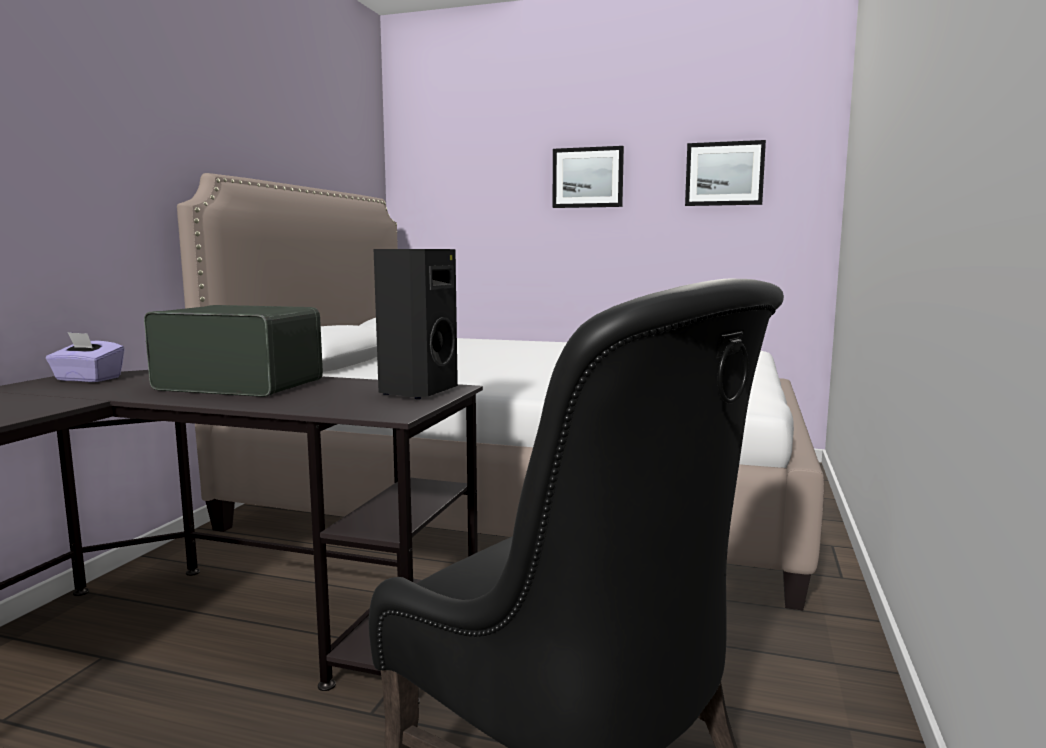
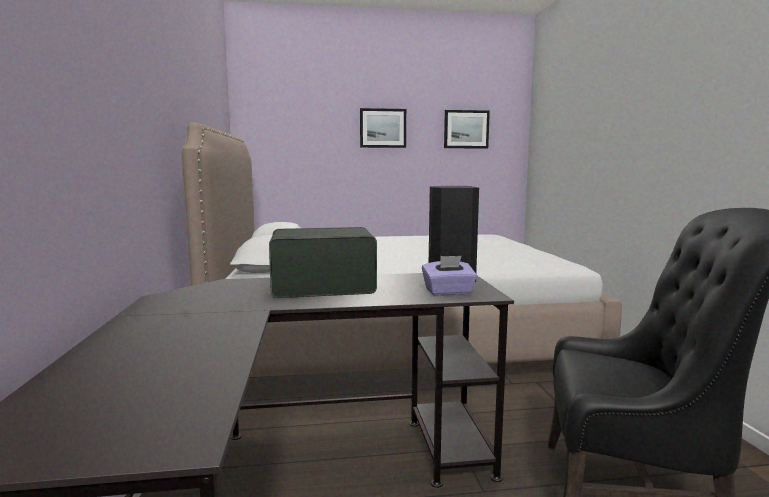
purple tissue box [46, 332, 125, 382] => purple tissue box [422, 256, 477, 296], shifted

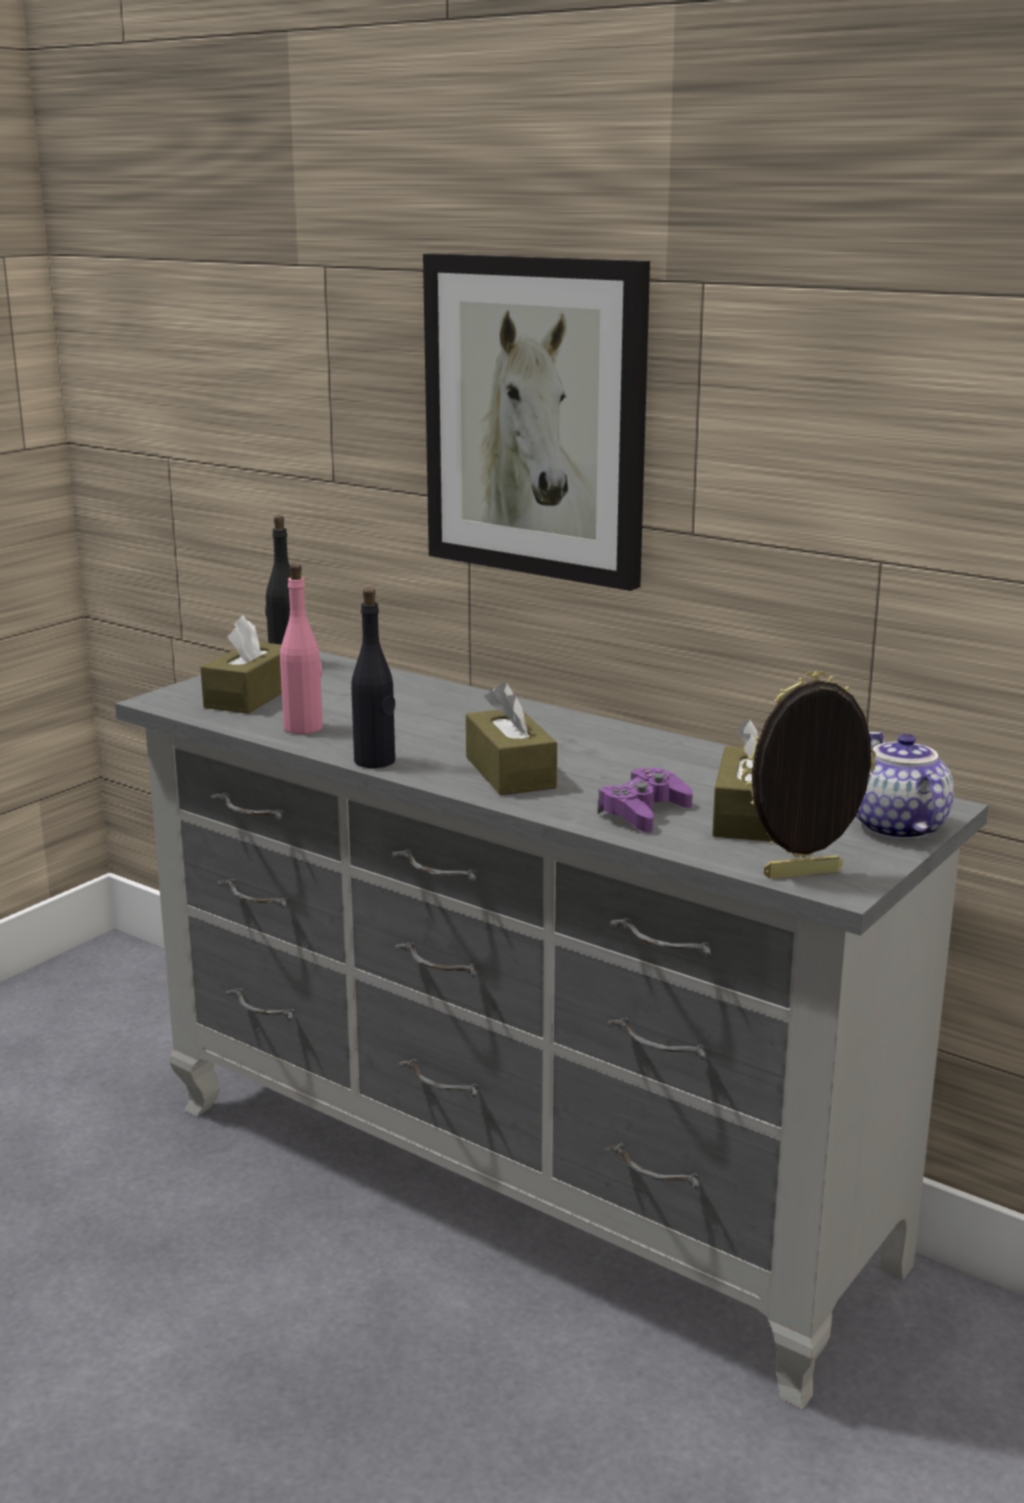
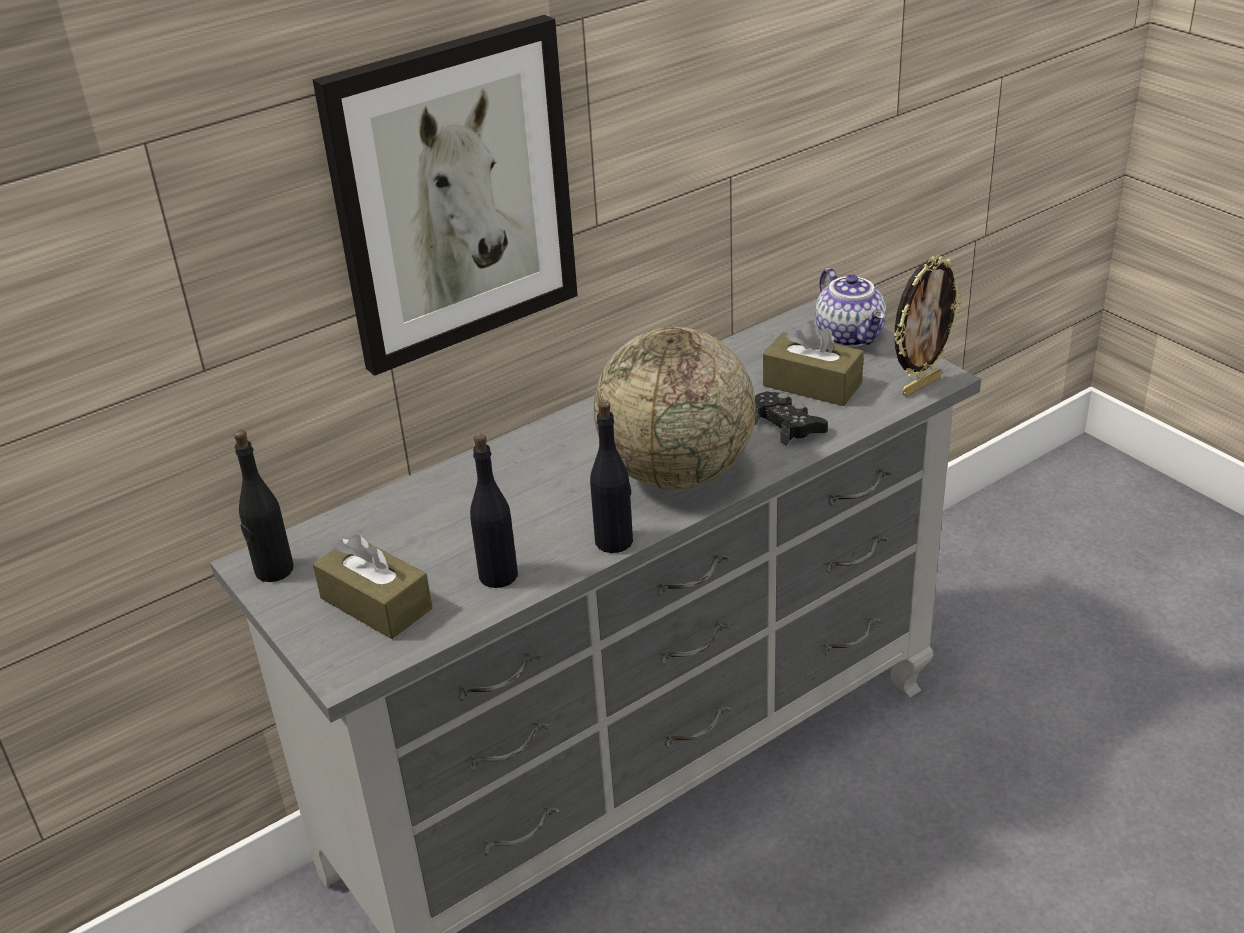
brown tissue box [466, 682, 557, 795] => globe [594, 327, 756, 490]
pink bottle [280, 563, 323, 734] => black bottle [470, 433, 518, 588]
purple game controller [597, 768, 693, 833] => black game controller [754, 391, 828, 446]
picture frame [741, 671, 877, 879] => picture frame [894, 256, 962, 397], 135 degrees counterclockwise
teapot [856, 732, 954, 840] => teapot [815, 268, 886, 347], 120 degrees counterclockwise

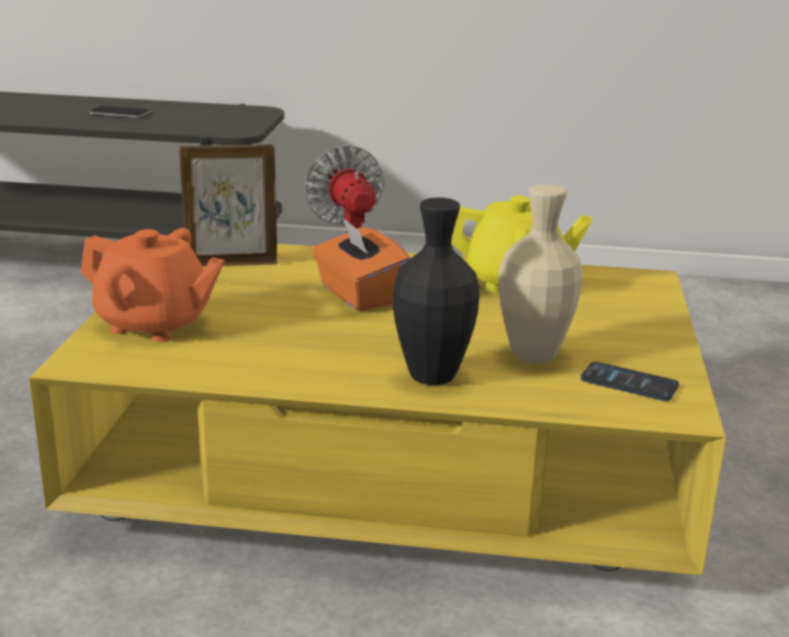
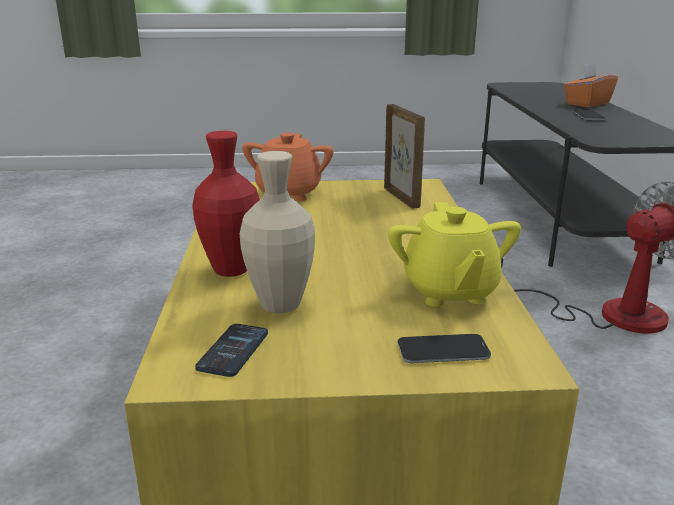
nothing => phone [398, 334, 491, 363]
orange tissue box [312, 217, 410, 312] => orange tissue box [564, 63, 618, 107], shifted
black vase [393, 197, 480, 385] => red vase [192, 131, 260, 277]

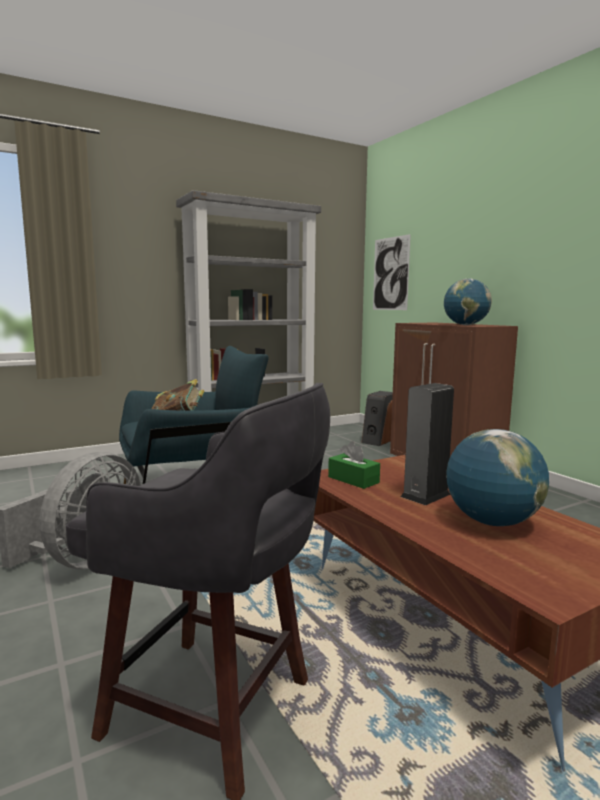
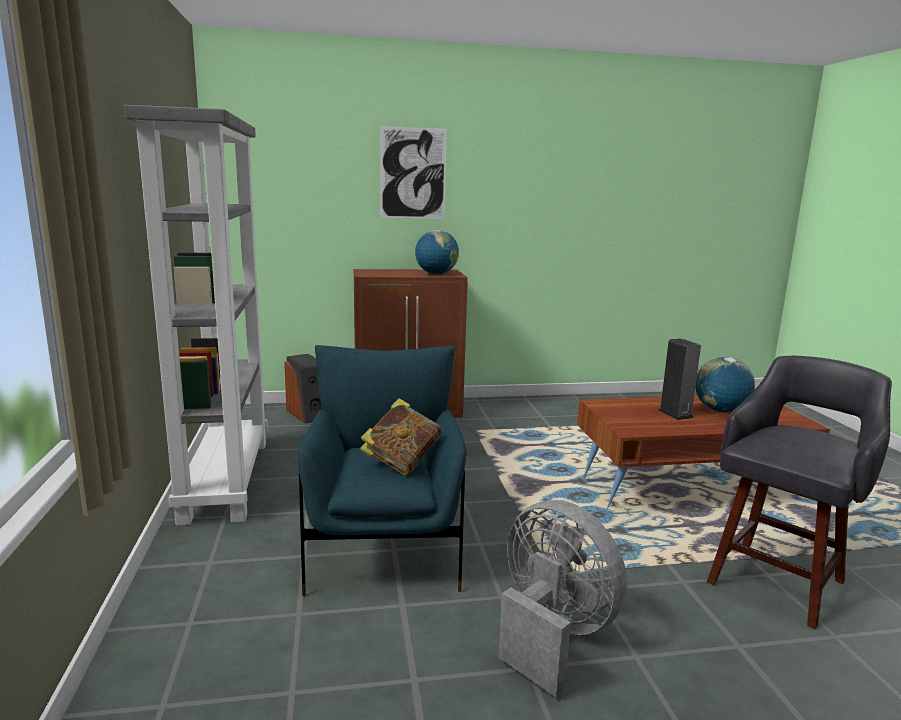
green tissue box [328, 441, 380, 489] => nothing
picture [373, 234, 411, 310] => picture [380, 126, 447, 219], shifted

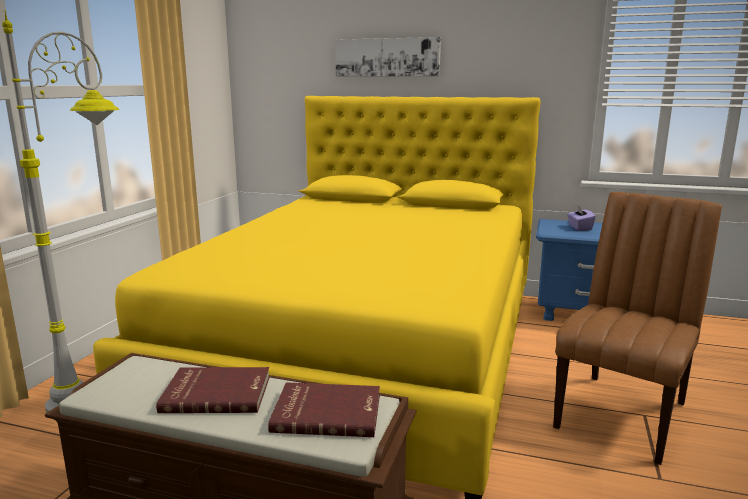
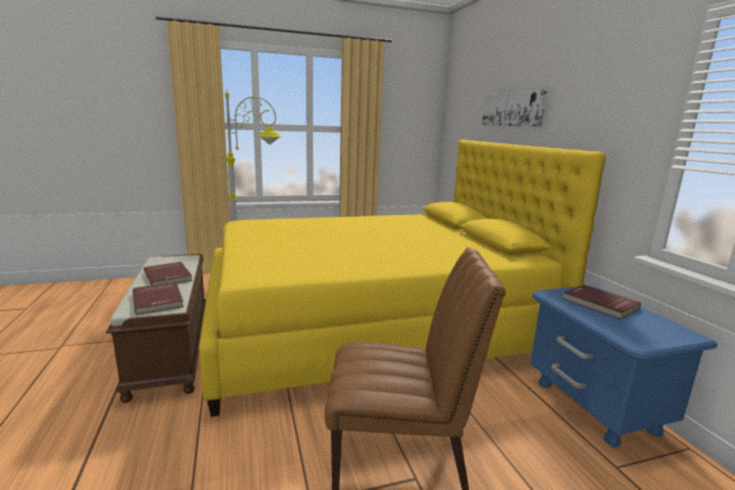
purple tissue box [567, 205, 596, 231] => red book [562, 284, 641, 319]

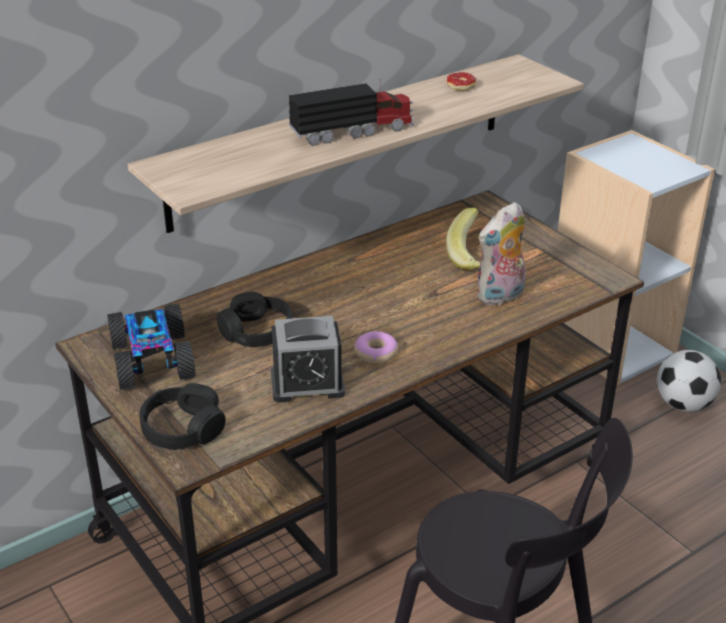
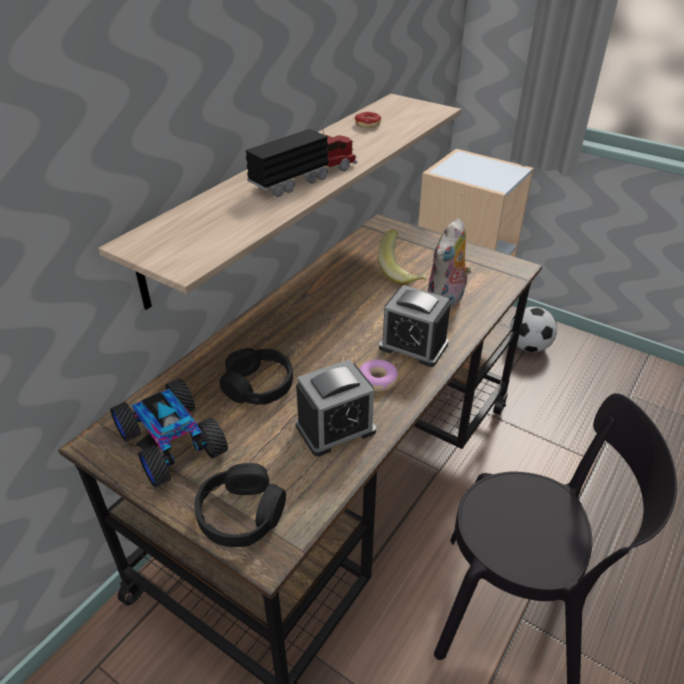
nothing => alarm clock [379, 285, 451, 367]

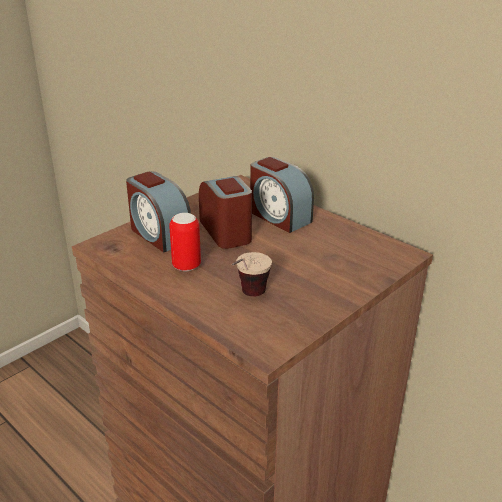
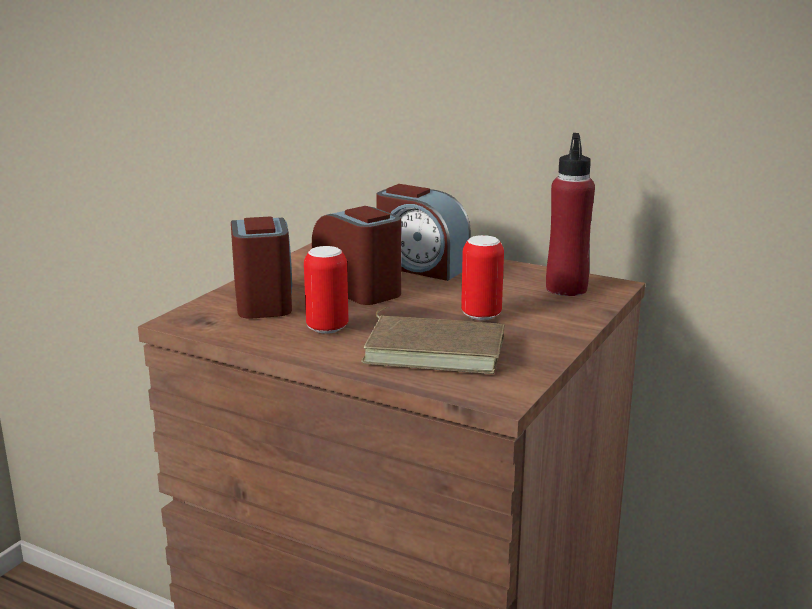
nothing => can [461, 235, 504, 320]
nothing => red bottle [546, 133, 595, 296]
cup [232, 252, 272, 297] => brown book [361, 307, 505, 374]
alarm clock [126, 171, 191, 252] => alarm clock [231, 216, 292, 319], 135 degrees counterclockwise

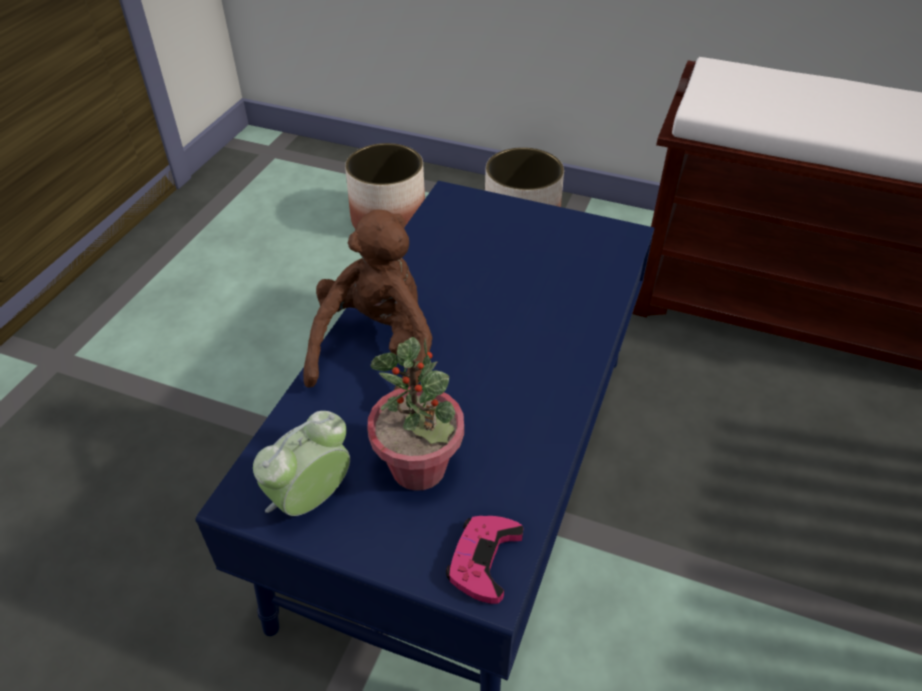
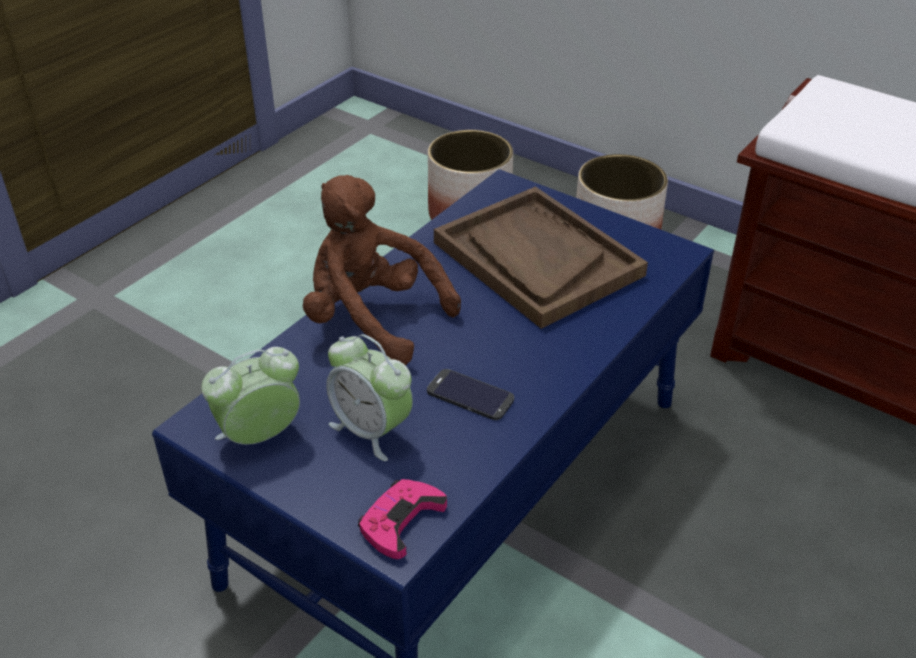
nothing => phone [427, 369, 514, 420]
nothing => brown tray [434, 186, 648, 329]
potted plant [367, 337, 464, 491] => alarm clock [326, 334, 413, 461]
brown plush toy [303, 209, 432, 391] => brown plush toy [303, 175, 461, 365], 90 degrees counterclockwise

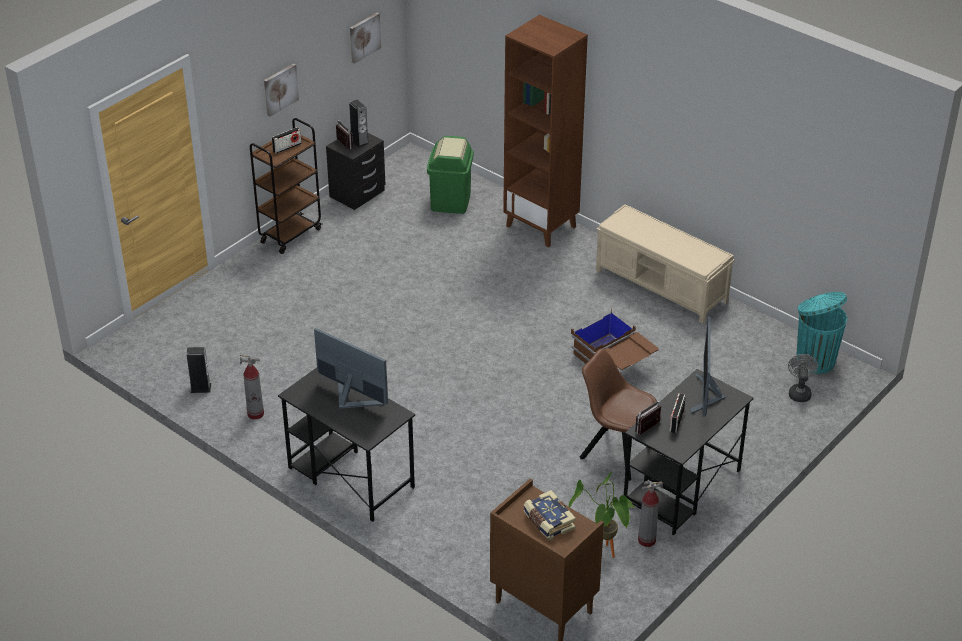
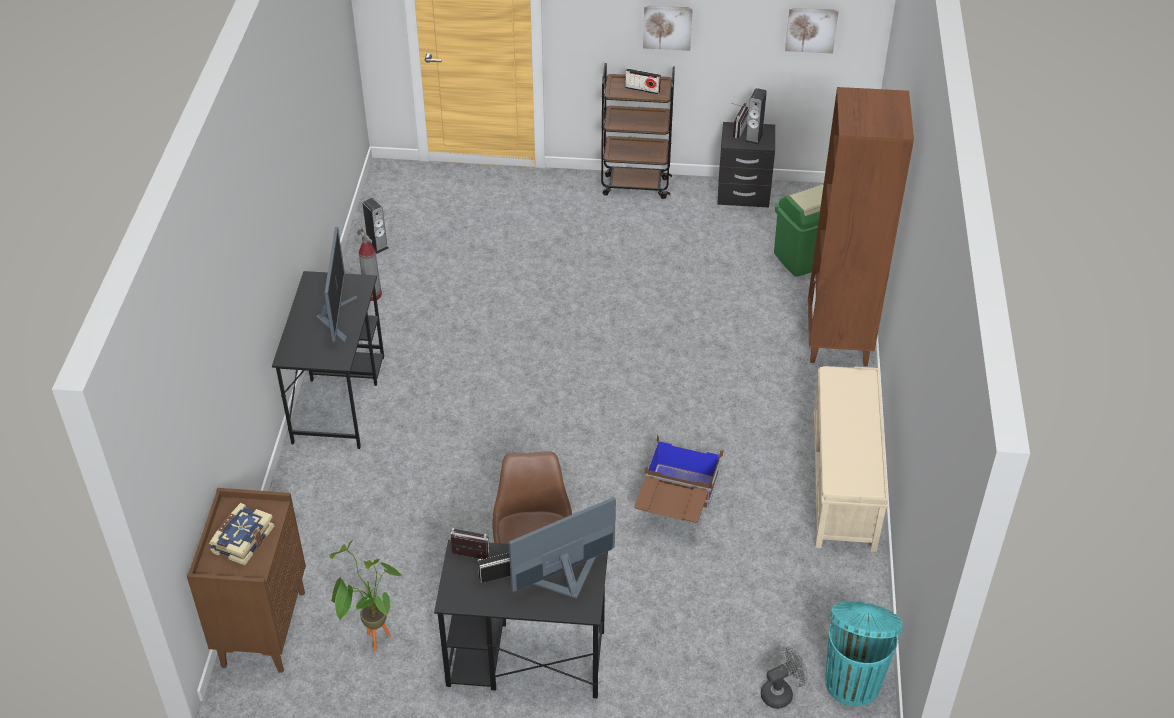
fire extinguisher [638, 481, 663, 547] => nothing

